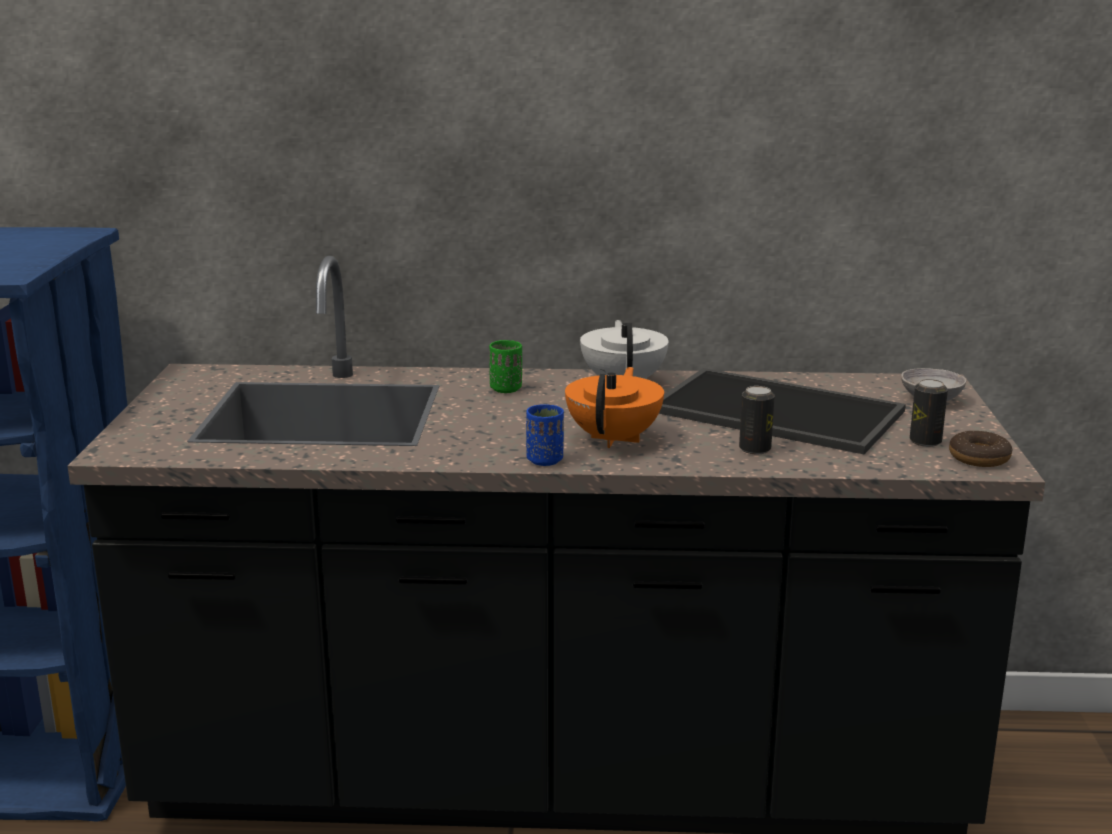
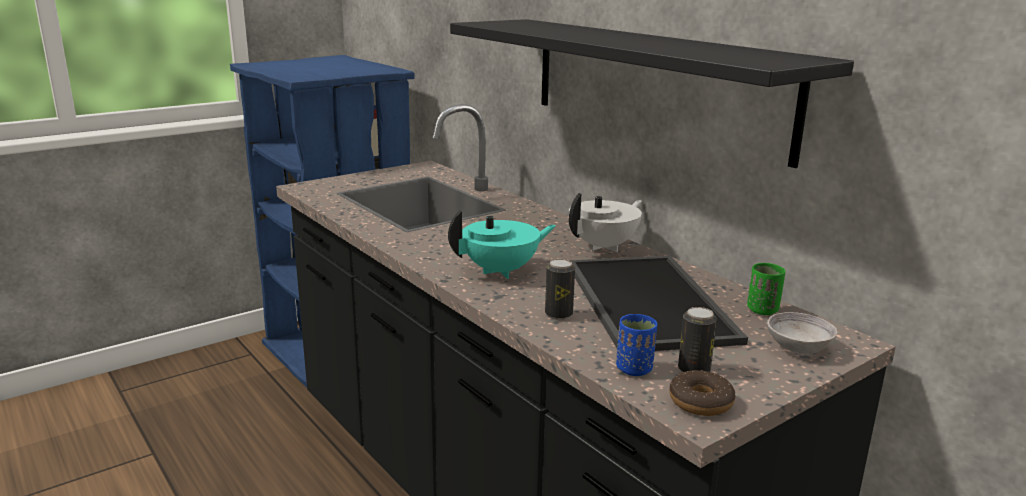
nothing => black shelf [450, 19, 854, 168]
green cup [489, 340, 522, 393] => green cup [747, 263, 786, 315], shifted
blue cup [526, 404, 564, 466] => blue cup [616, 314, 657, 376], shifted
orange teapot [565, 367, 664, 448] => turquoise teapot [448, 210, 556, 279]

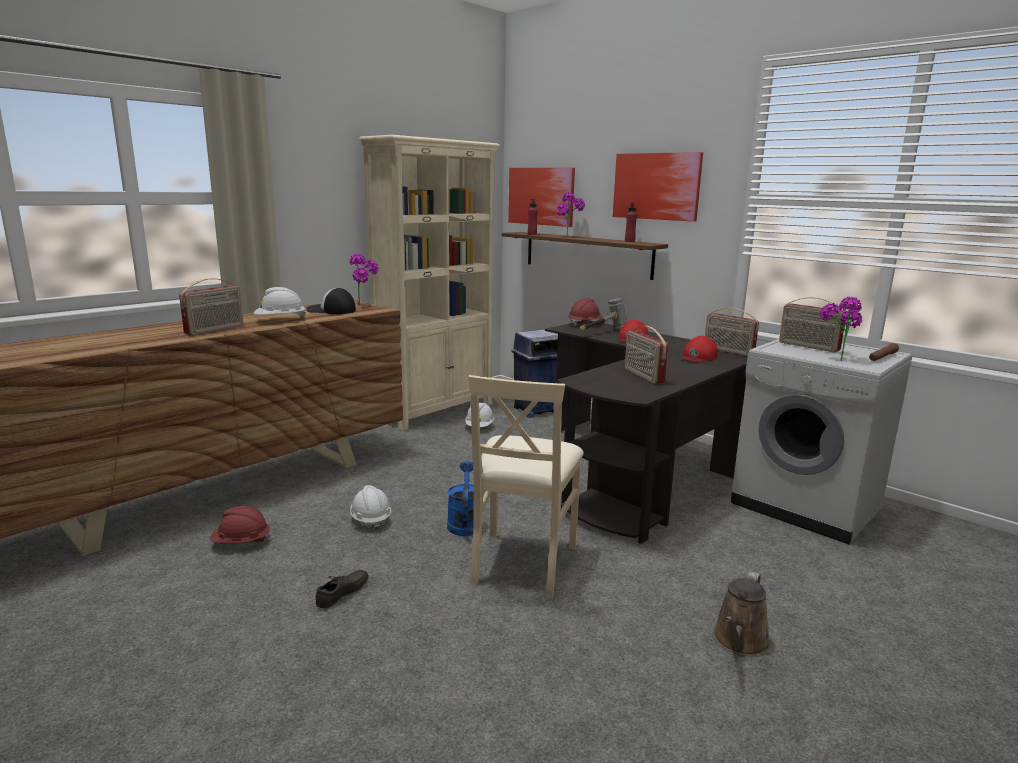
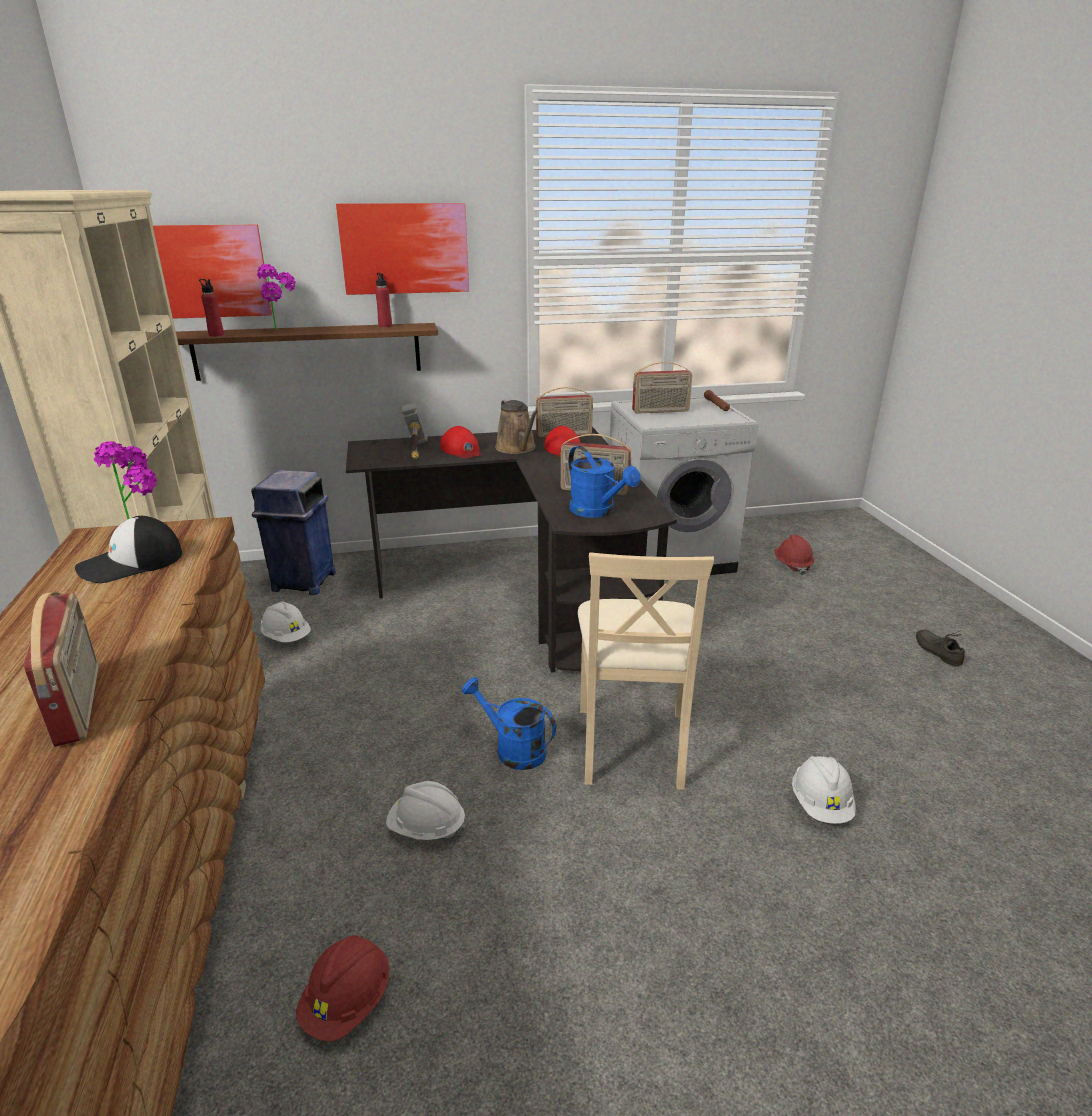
potted plant [820, 297, 862, 361] => nothing
nothing => blue watering can [568, 446, 641, 518]
white hard hat [254, 287, 306, 319] => white hard hat [792, 756, 856, 824], shifted
grey shoe [315, 570, 369, 609] => grey shoe [916, 630, 965, 667], shifted
red hard hat [569, 299, 603, 327] => red hard hat [774, 534, 814, 575], shifted
brown watering can [712, 571, 771, 656] => brown watering can [495, 399, 538, 454], shifted
beige chair [468, 375, 584, 598] => beige chair [578, 552, 714, 790], 45 degrees clockwise

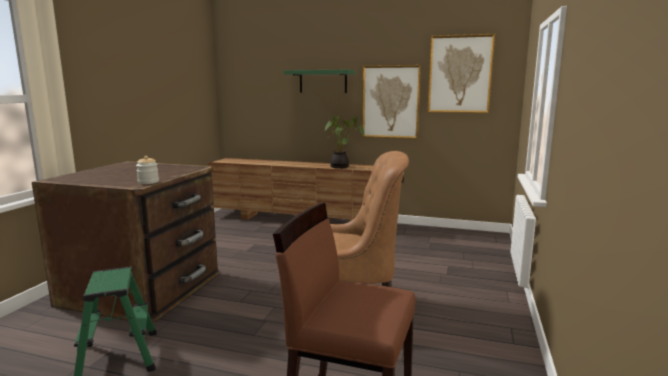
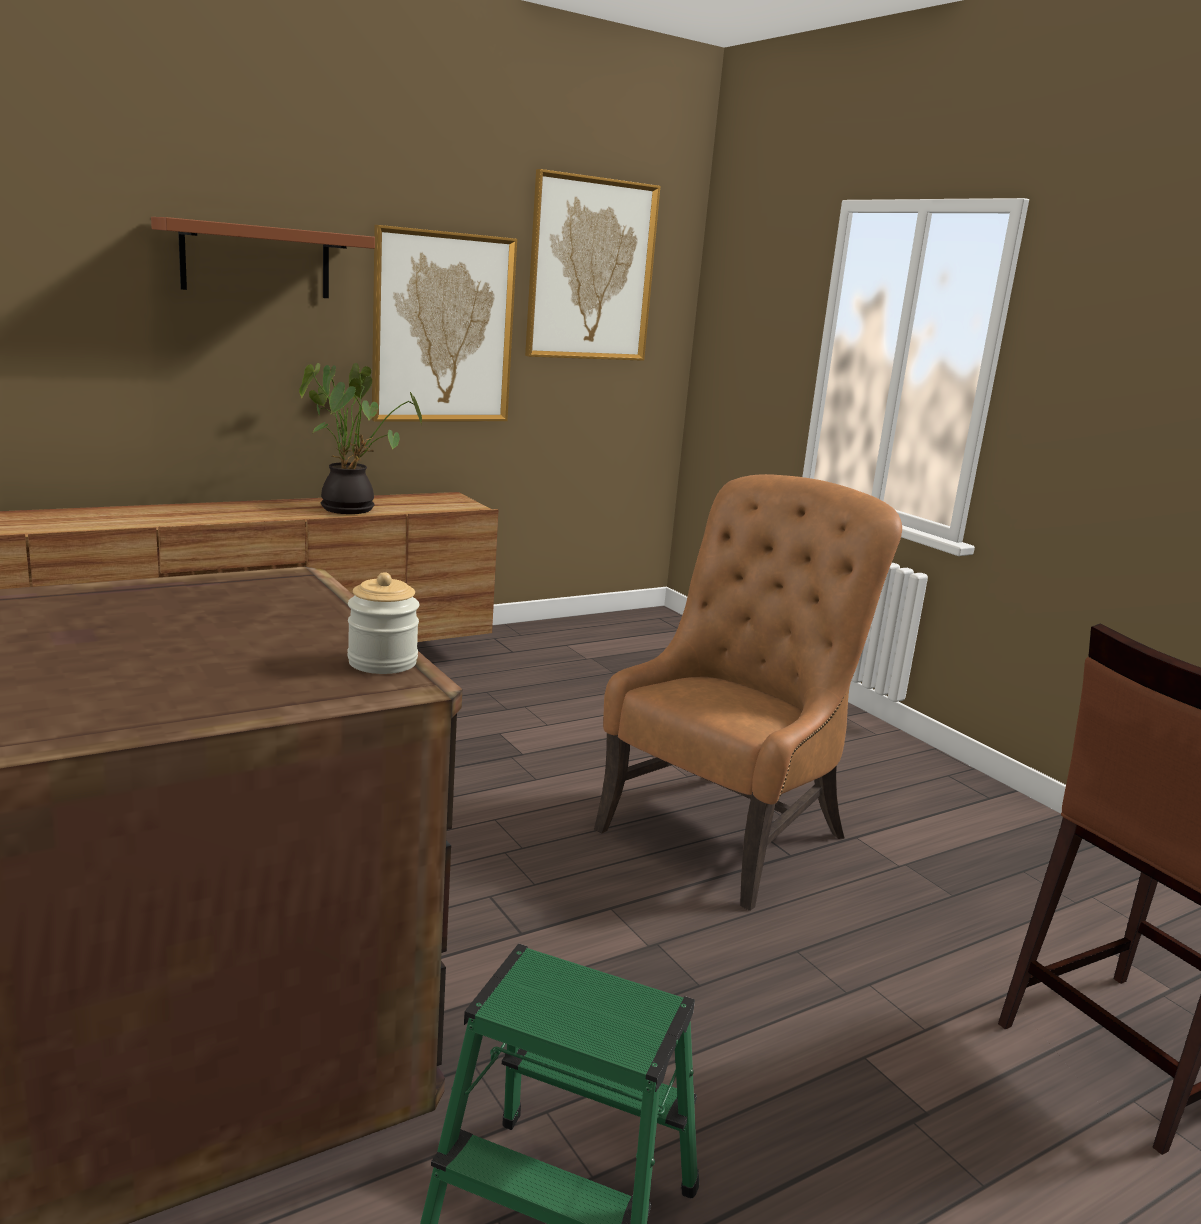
green shelf [283, 70, 355, 93] => brown shelf [151, 217, 375, 298]

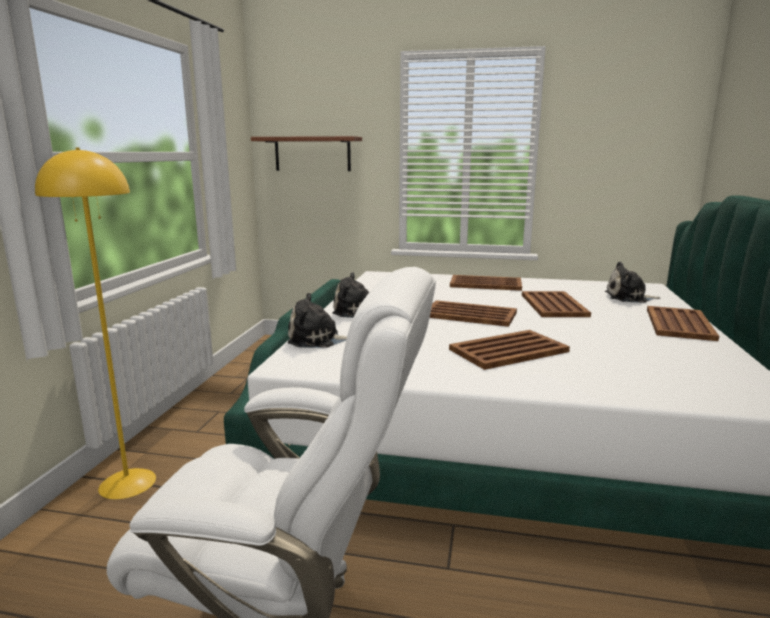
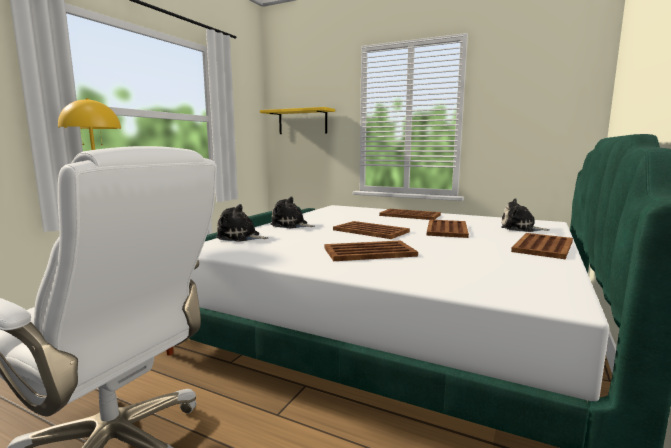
brown shelf [251, 136, 362, 171] => yellow shelf [260, 107, 335, 134]

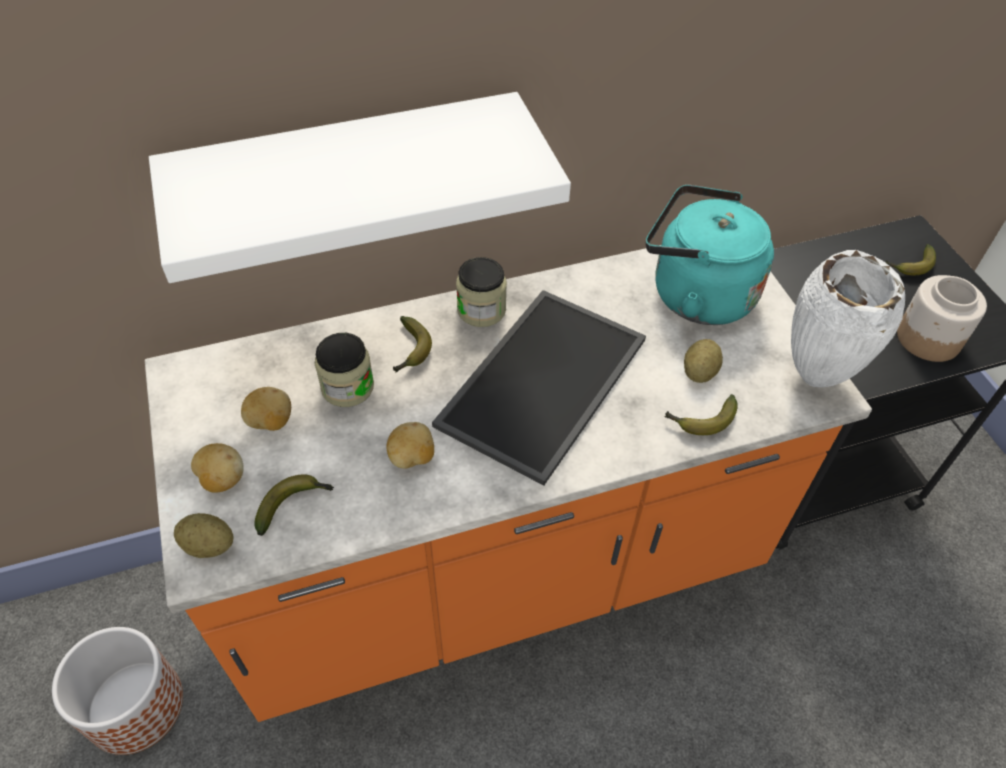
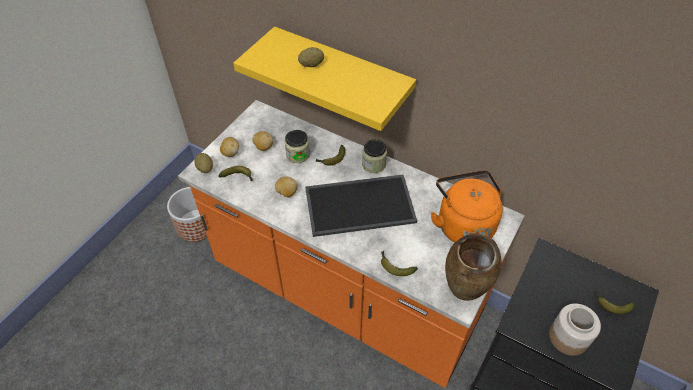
potato [684, 339, 723, 383] => potato [298, 47, 324, 67], shifted
white shelf [149, 92, 571, 283] => yellow shelf [233, 27, 416, 131]
turquoise kettle [646, 185, 774, 325] => orange kettle [431, 170, 503, 243]
white vase [791, 250, 905, 387] => brown vase [445, 234, 502, 301]

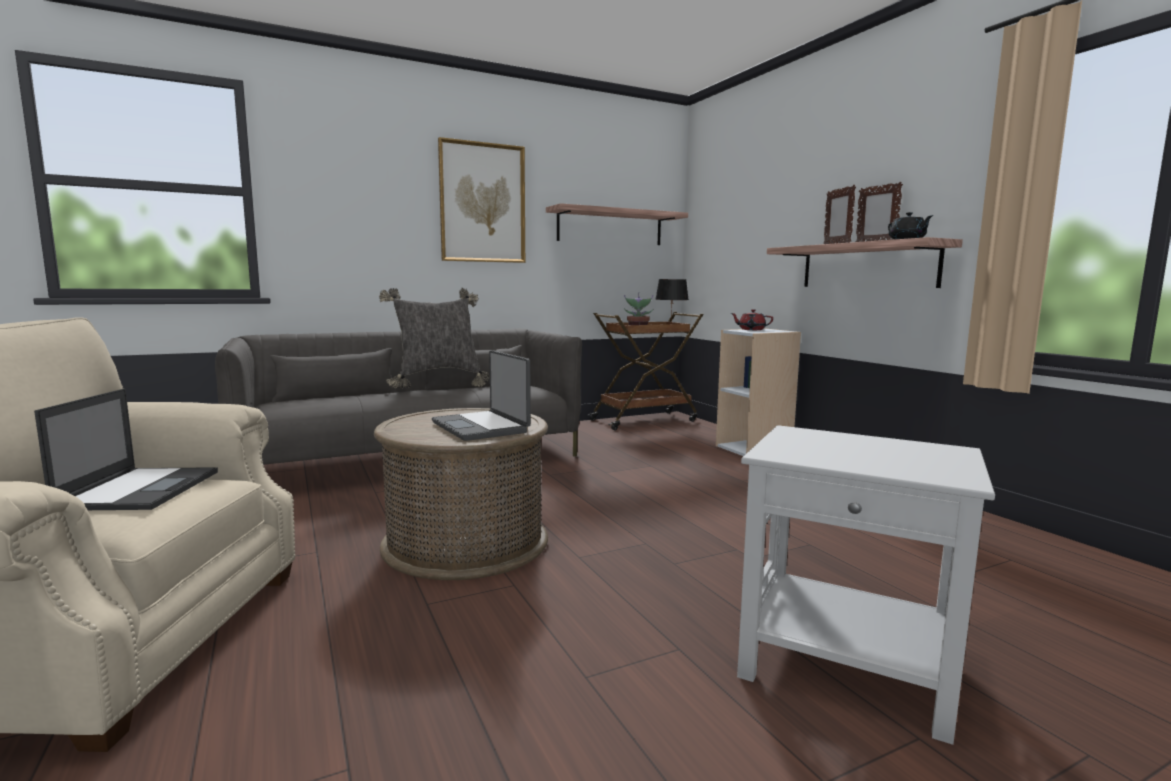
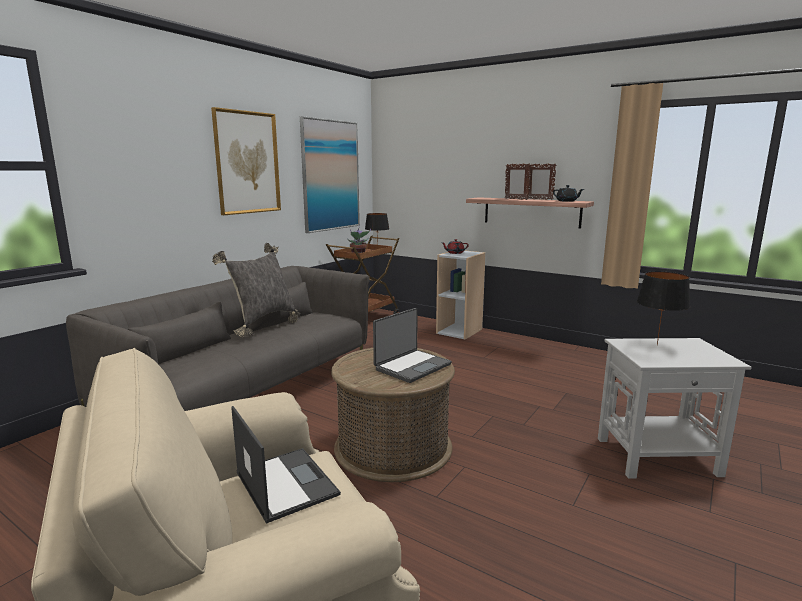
nothing => black table lamp [637, 271, 690, 345]
shelf [546, 203, 688, 245] => picture [300, 116, 360, 233]
laptop [432, 350, 531, 441] => laptop [373, 308, 452, 383], 75 degrees counterclockwise

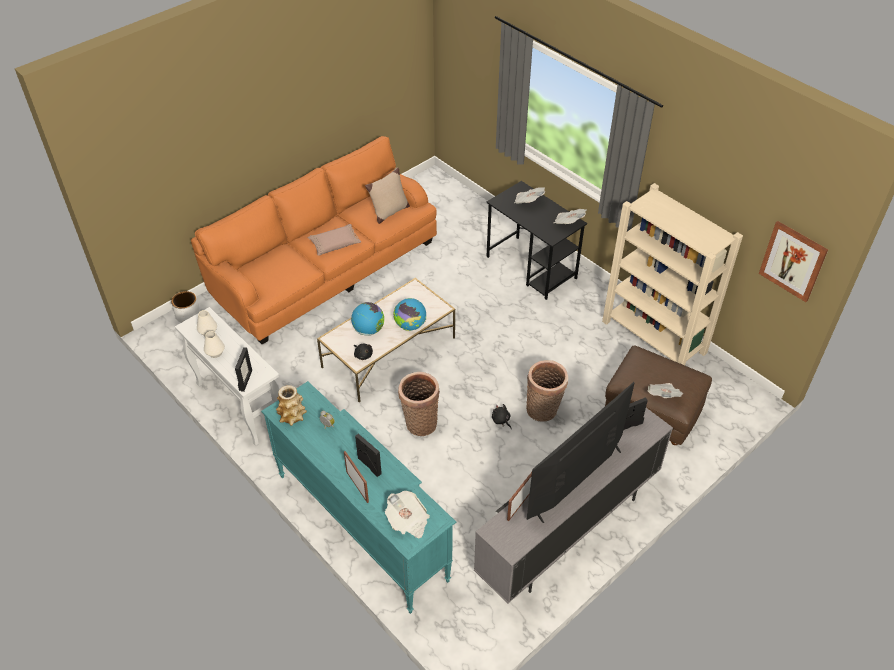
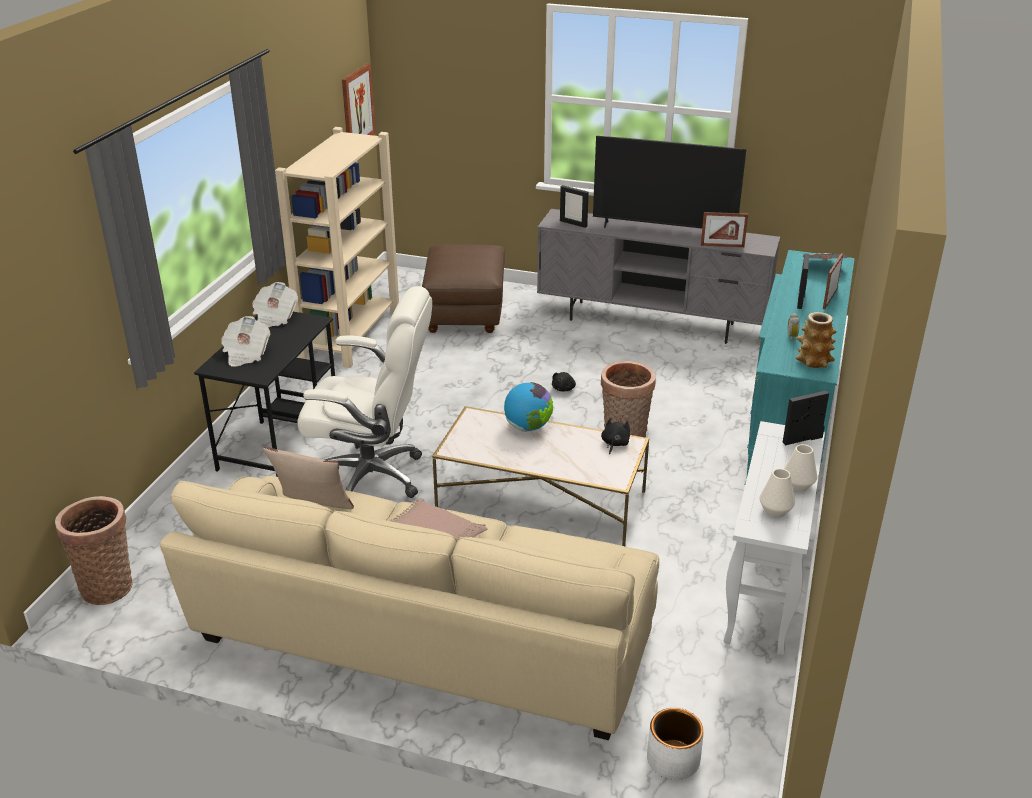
globe [351, 302, 384, 336] => nothing
newspaper [647, 383, 683, 398] => nothing
nothing => white office chair [298, 286, 432, 498]
basket [526, 360, 568, 422] => basket [55, 496, 133, 605], shifted
orange sofa [191, 136, 437, 344] => beige sofa [160, 476, 659, 740]

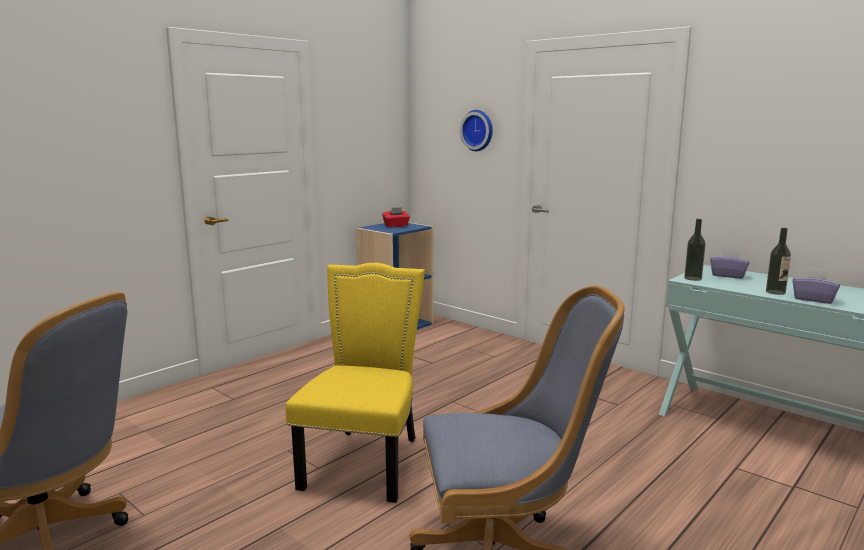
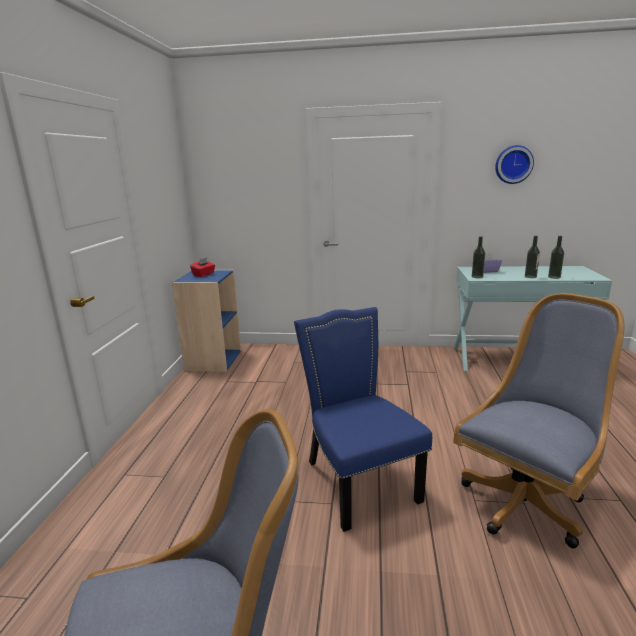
wall clock [460, 110, 493, 151] => wall clock [495, 145, 534, 184], shifted
purple tissue box [793, 267, 840, 304] => bottle [548, 236, 564, 279]
yellow chair [285, 263, 425, 503] => blue chair [294, 307, 432, 532]

